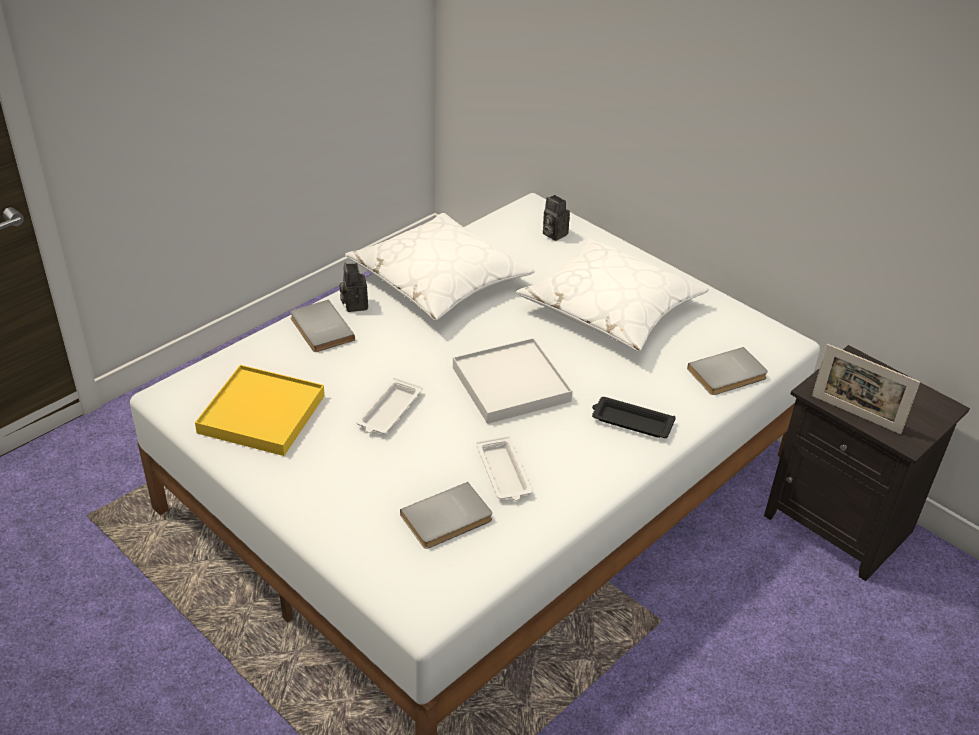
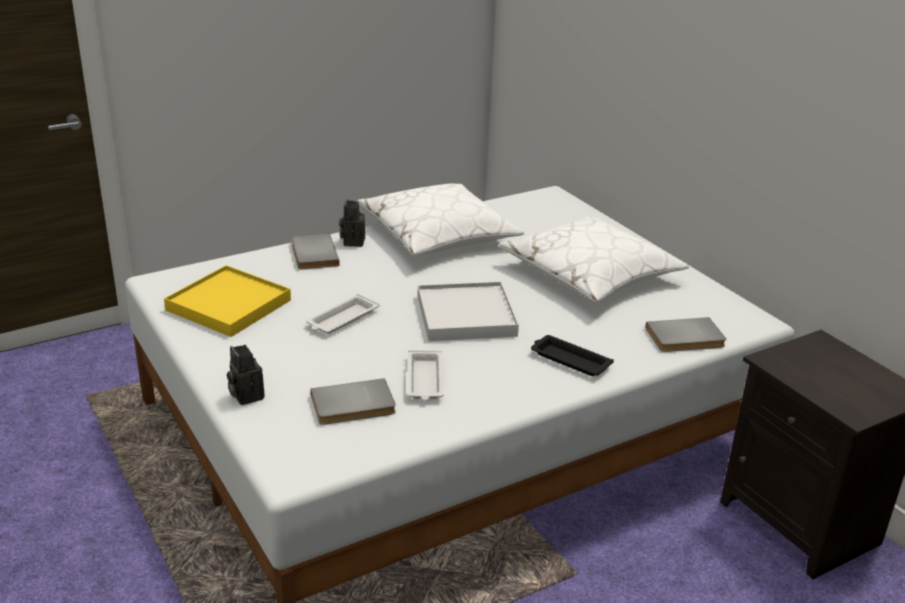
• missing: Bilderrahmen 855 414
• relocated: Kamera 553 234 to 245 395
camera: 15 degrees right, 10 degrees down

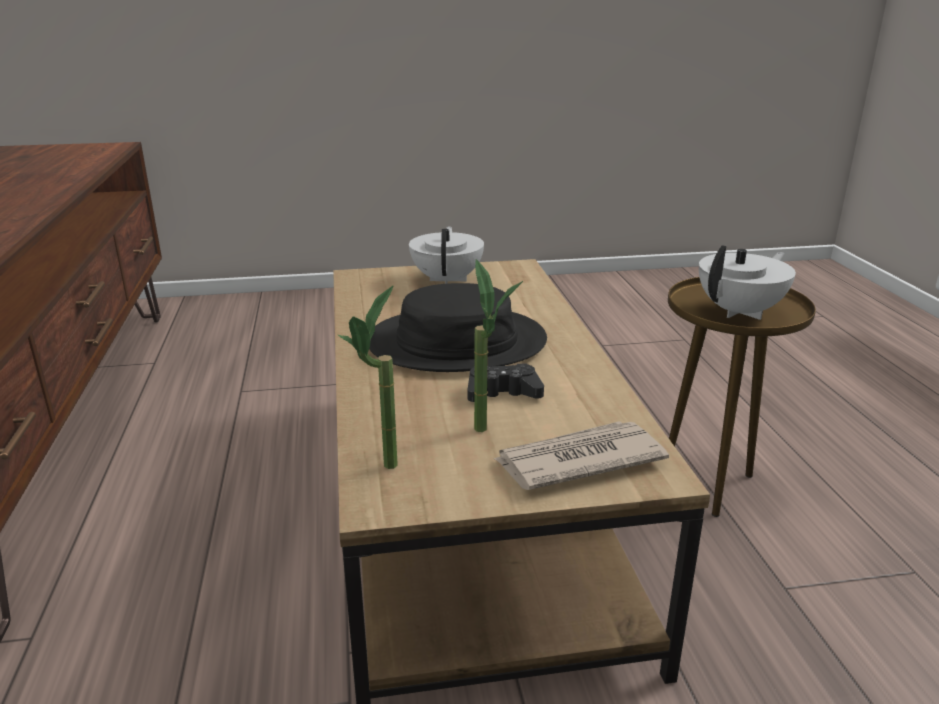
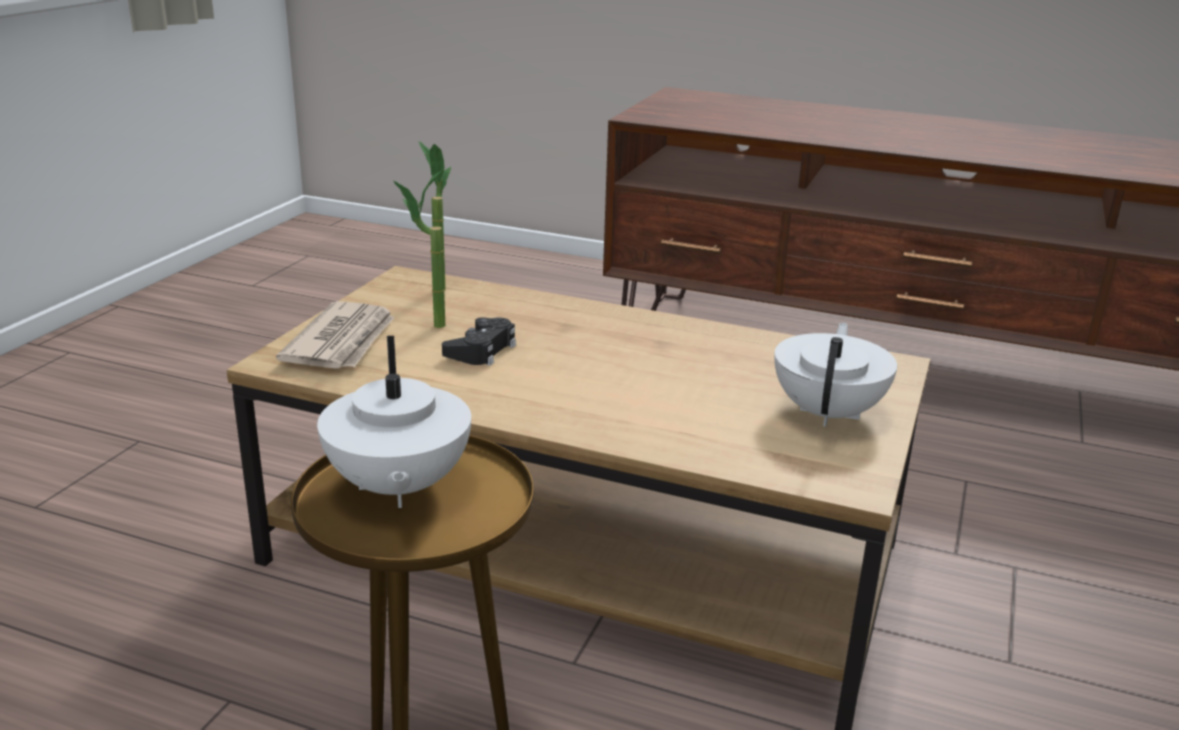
• missing: Hut (schwarz) 457 342
• spun: Teekanne (weiß) 447 280 = 829 413 105 degrees counterclockwise
camera: 120 degrees right, 0 degrees up

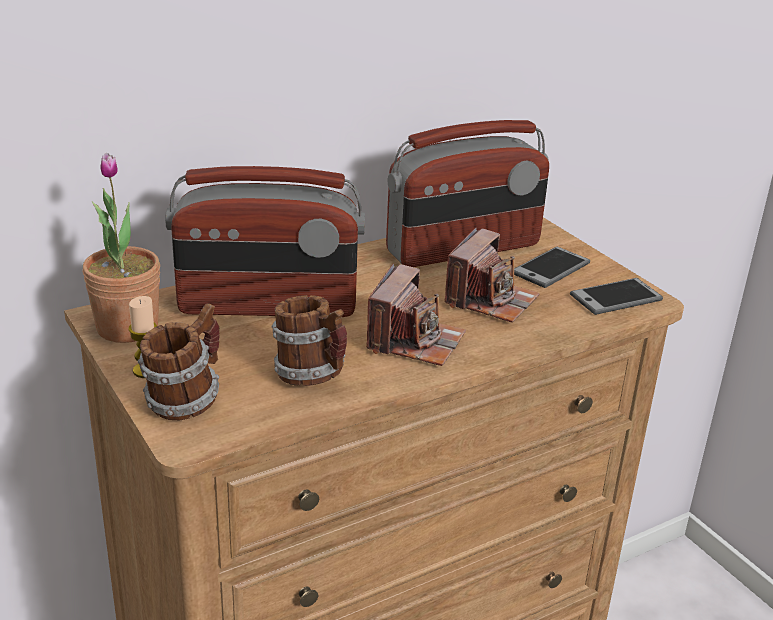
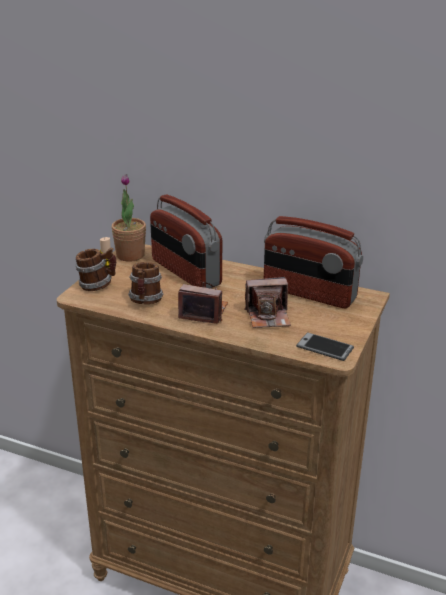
• missing: Handy 550 268
• spun: Kamera 414 341 = 204 312 150 degrees counterclockwise
camera: 55 degrees right, 0 degrees up

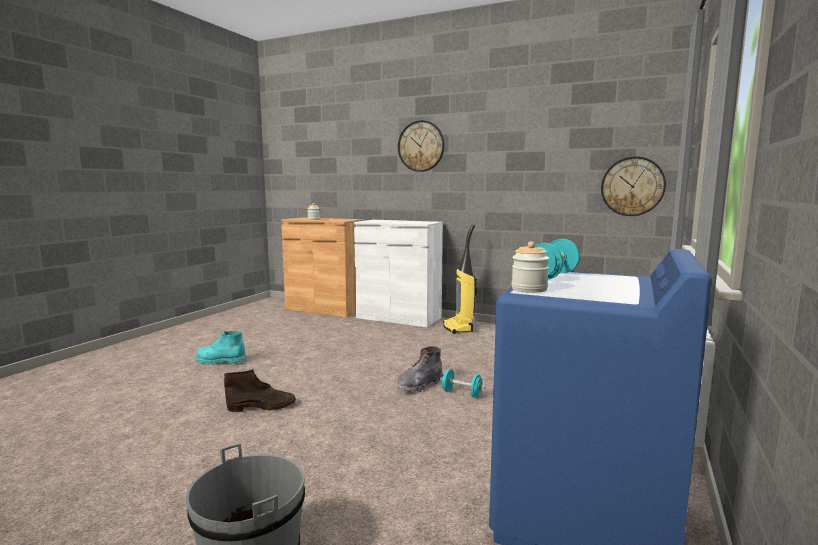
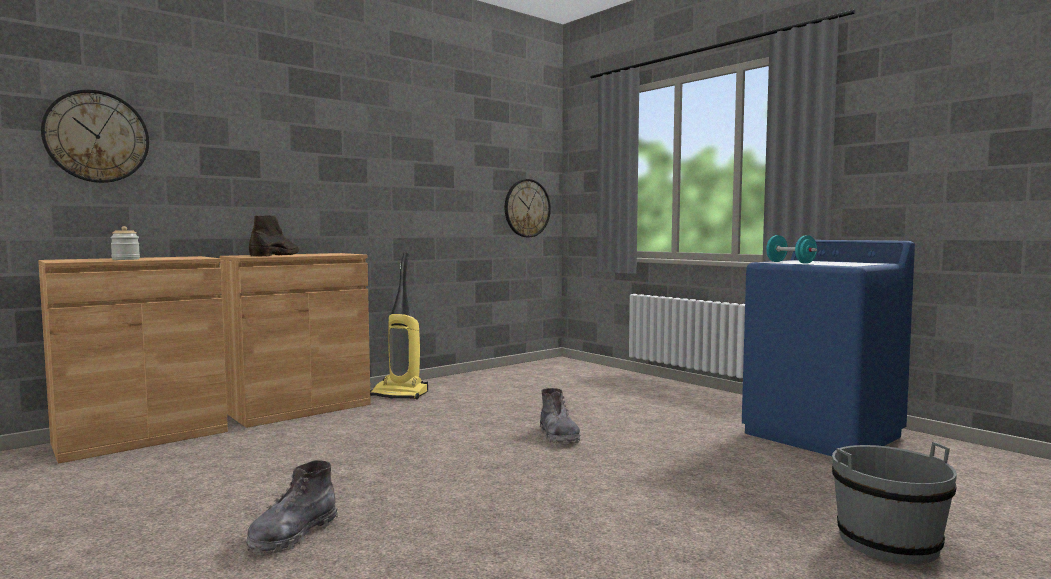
• missing: Hantel (türkis) 462 393
• missing: Vorratsglas 529 289
• relocated: Stiefel (braun) 262 406 to 275 255
• relocated: Wanduhr 421 146 to 96 137
• colour: Stiefel (türkis) 221 361 to Stiefel (grau) 293 535
• colour: Schrank (weiß) 398 318 to Schrank (braun) 300 409
camera: 65 degrees left, 5 degrees down

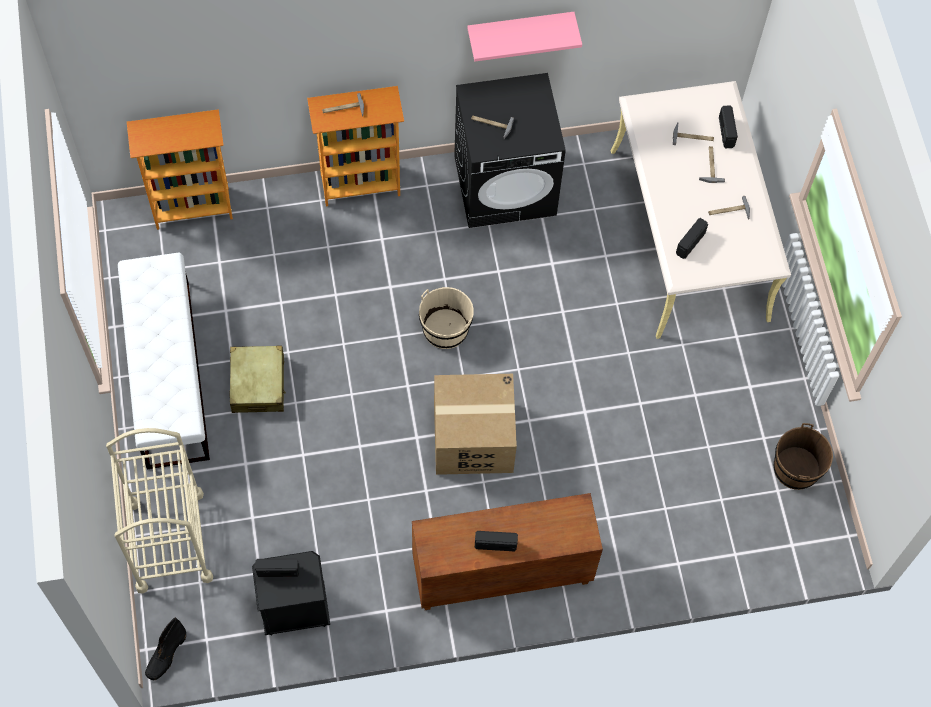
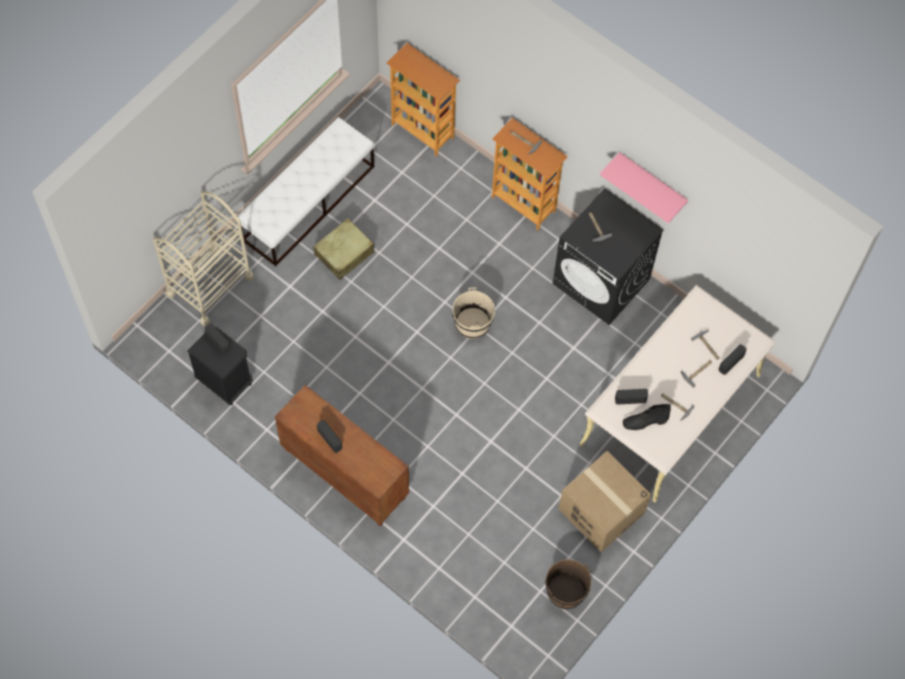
• relocated: Stiefel (schwarz) 166 654 to 644 421
• relocated: Karton 473 438 to 601 511
camera: 50 degrees right, 0 degrees up

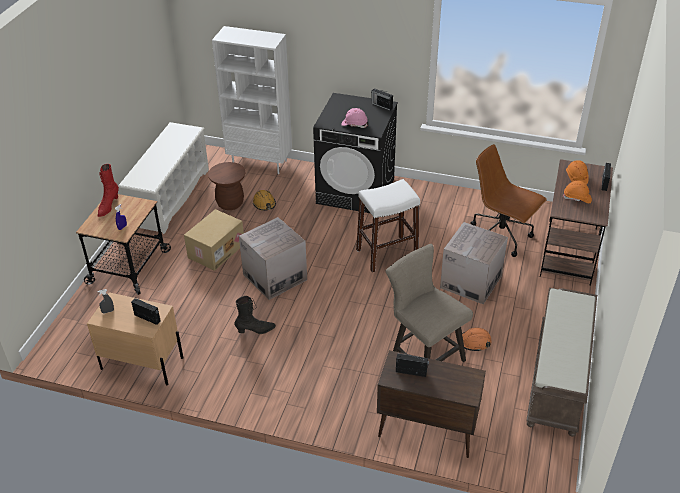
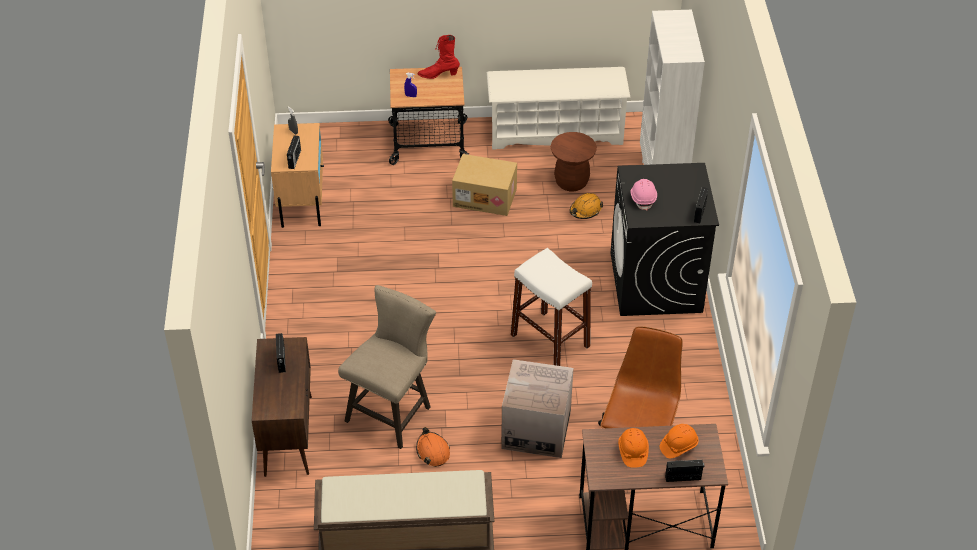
• missing: Stiefel (schwarz) 255 330
• missing: Karton 275 277
camera: 70 degrees right, 5 degrees up

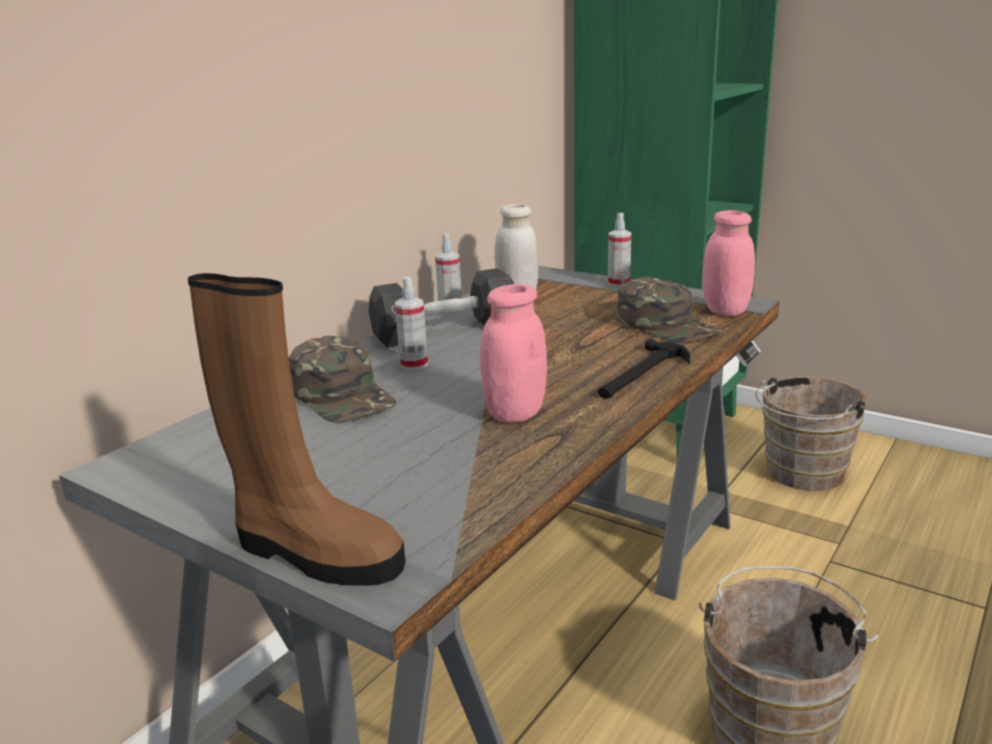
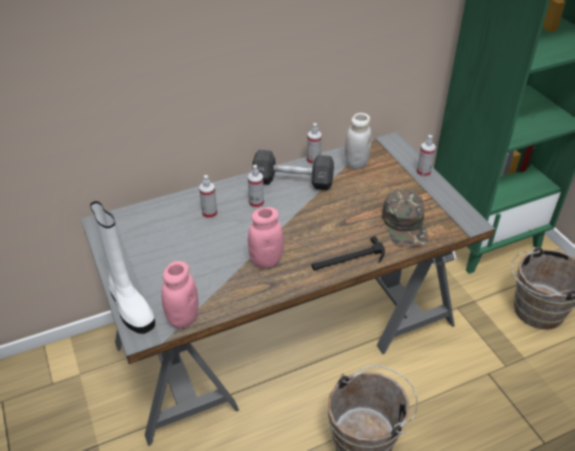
• relocated: Vorratsglas (rosa) 725 311 to 183 318
• exchanged: Kappe (grün) 343 395 to Sprühflasche 209 213
• colour: Stiefel (braun) 313 553 to Stiefel (weiß) 130 306
camera: 30 degrees right, 20 degrees up

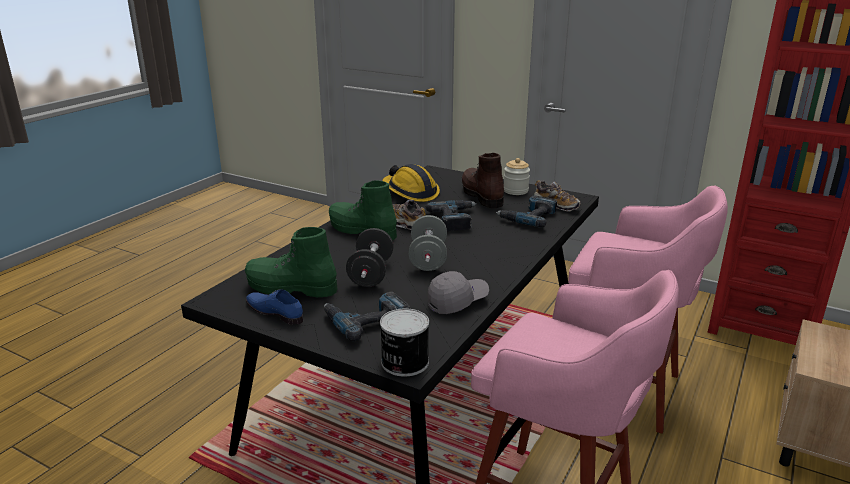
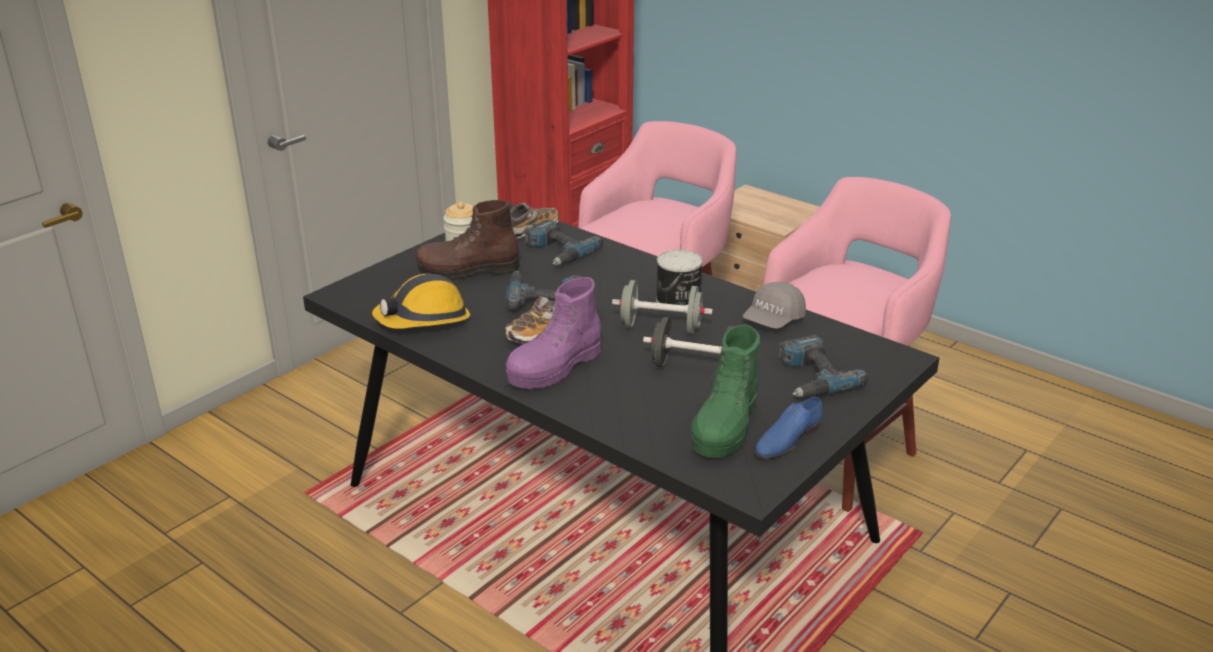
• relocated: Dose 403 362 to 678 300
• colour: Stiefel (grün) 361 231 to Stiefel (lila) 555 368
• spun: Kappe (grau) 457 301 = 773 320 120 degrees counterclockwise
camera: 80 degrees left, 5 degrees up

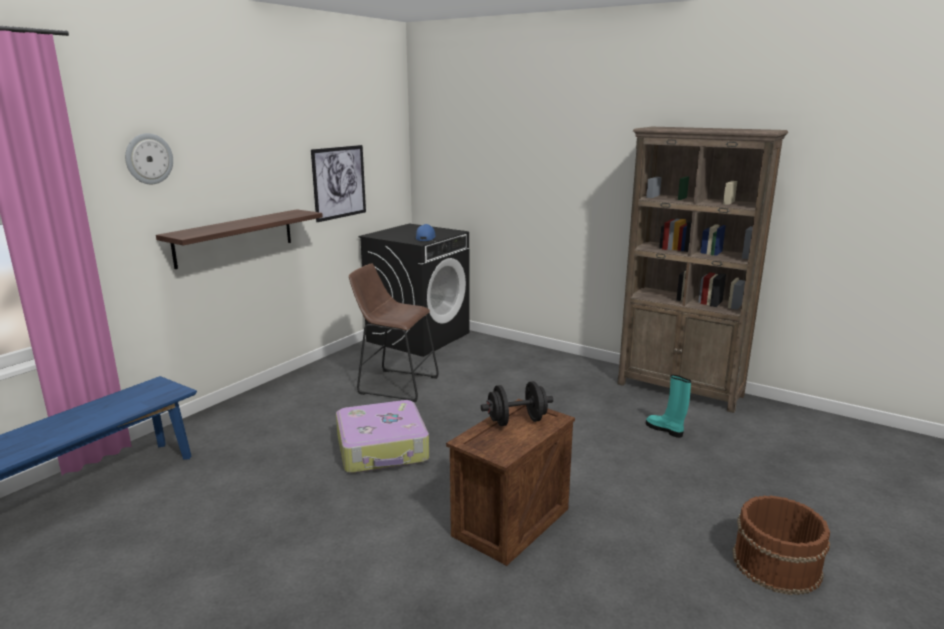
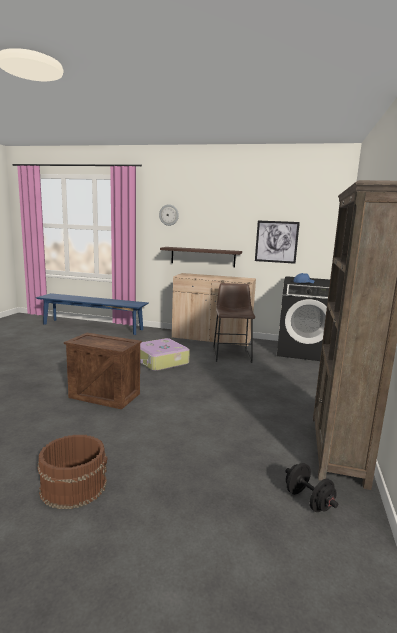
• missing: Stiefel (türkis) 665 430
• appeared: Schrank (beige) 212 338
• relocated: Hantel (schwarz) 516 421 to 308 500
camera: 70 degrees right, 5 degrees down

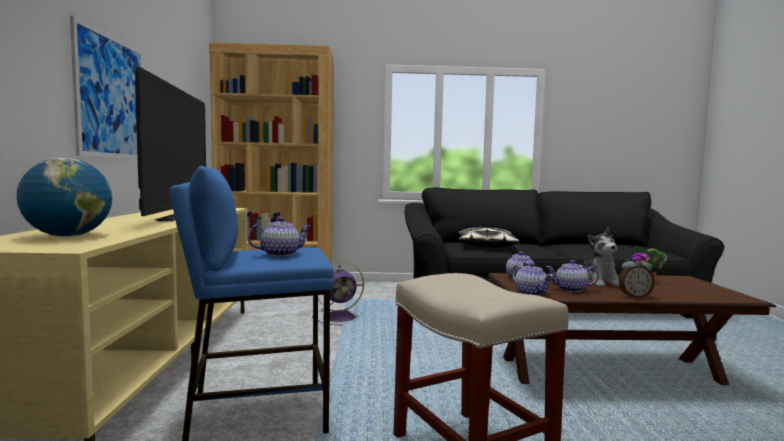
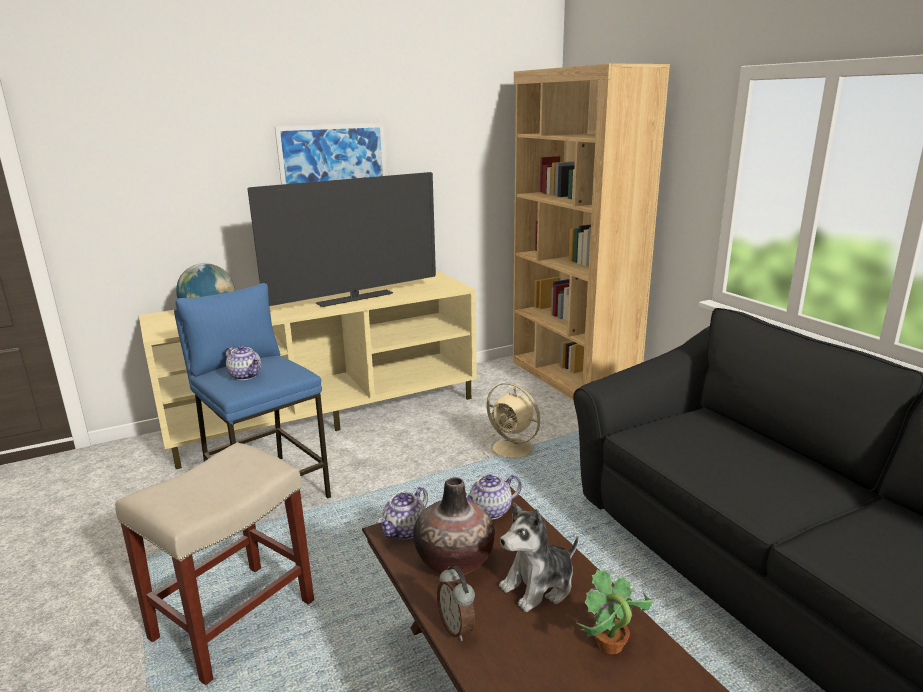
• missing: Kissen 486 246
• exchanged: Teekanne 570 289 to Vase 455 561
• colour: Ventilator (lila) 341 317 to Ventilator (beige) 514 449
camera: 65 degrees right, 15 degrees up

